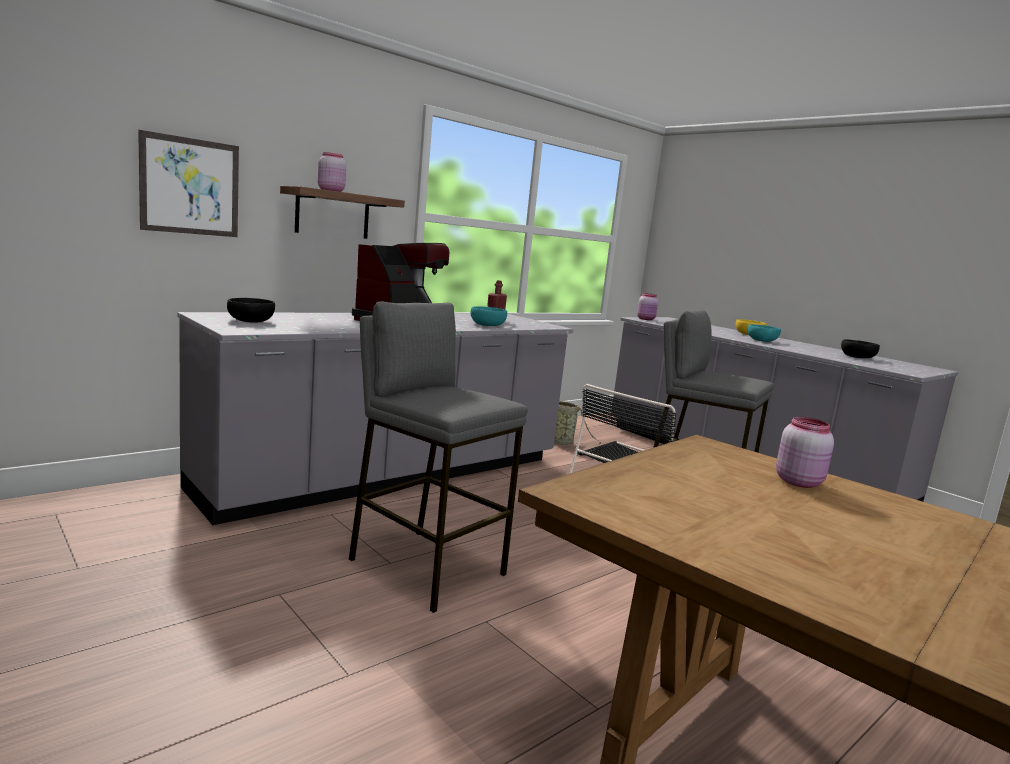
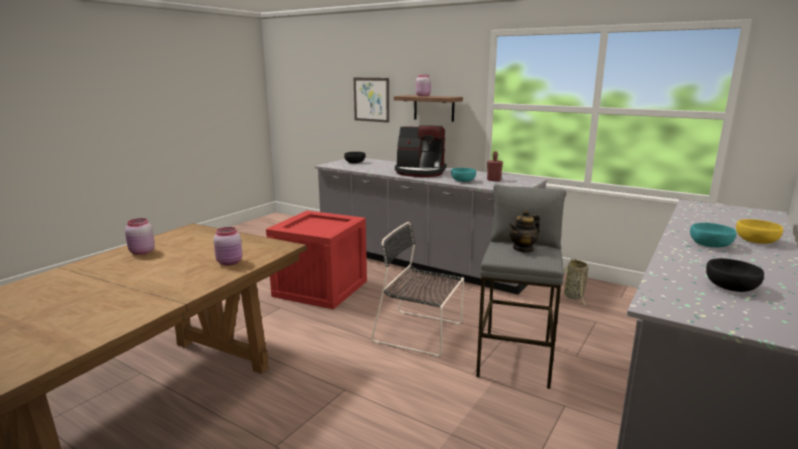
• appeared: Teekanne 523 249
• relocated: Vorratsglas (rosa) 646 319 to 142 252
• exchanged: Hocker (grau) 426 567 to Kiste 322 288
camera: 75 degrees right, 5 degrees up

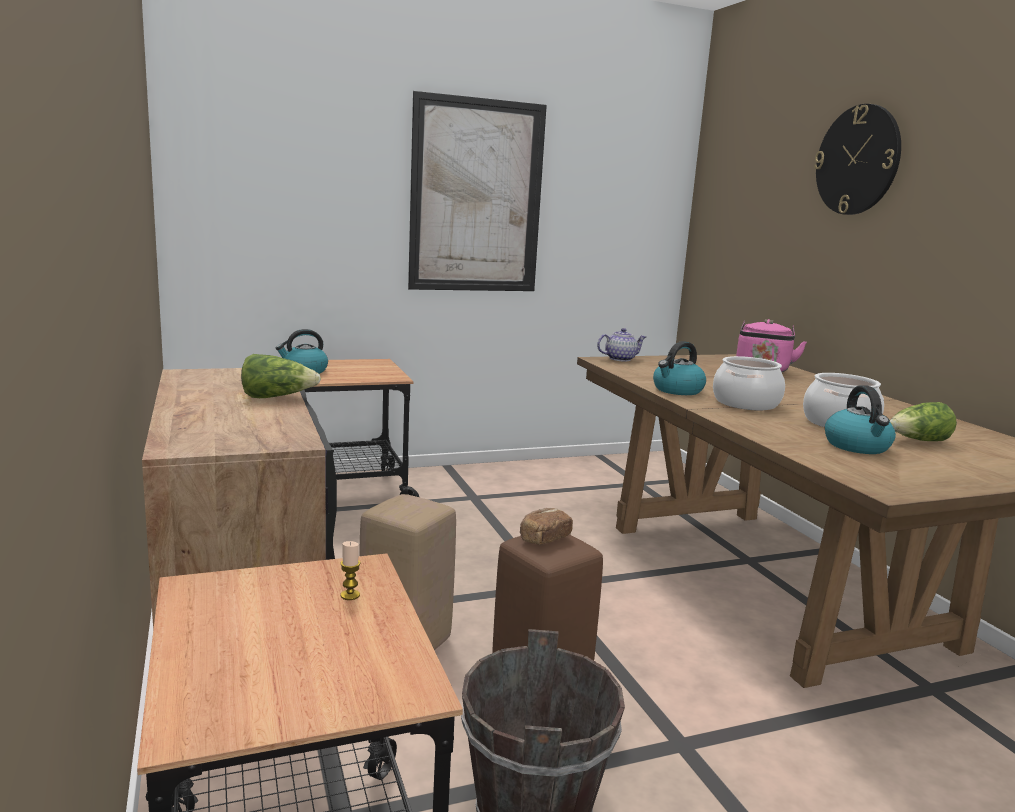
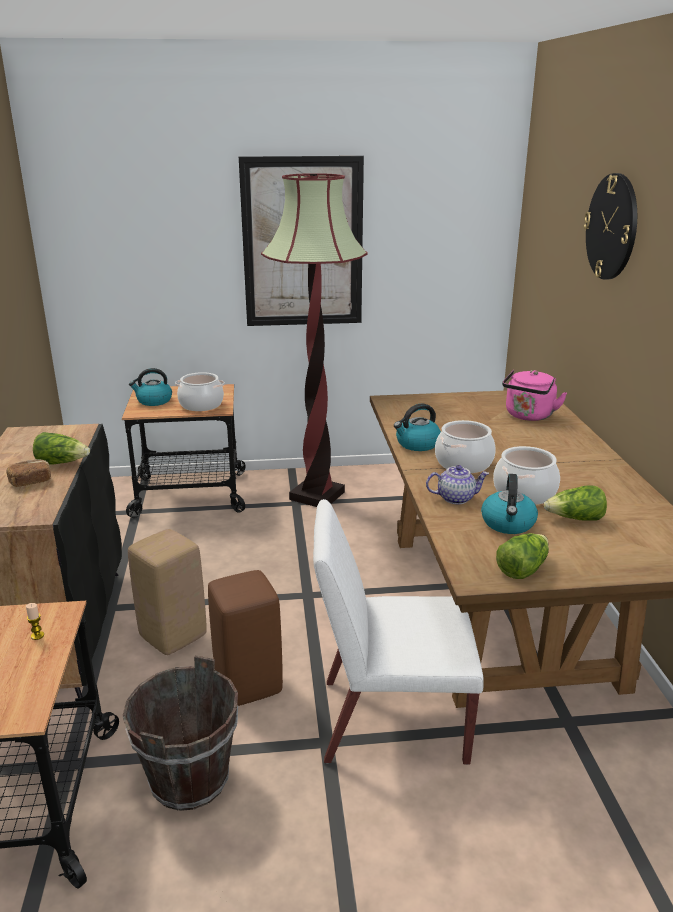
• appeared: Kochtopf 201 405
• appeared: Stehlampe 317 495
• appeared: Stuhl (weiß) 391 721
• appeared: Salatkopf 522 568
• relocated: Brot 544 538 to 31 482
• relocated: Teekanne 620 359 to 456 498
camera: 15 degrees right, 10 degrees up

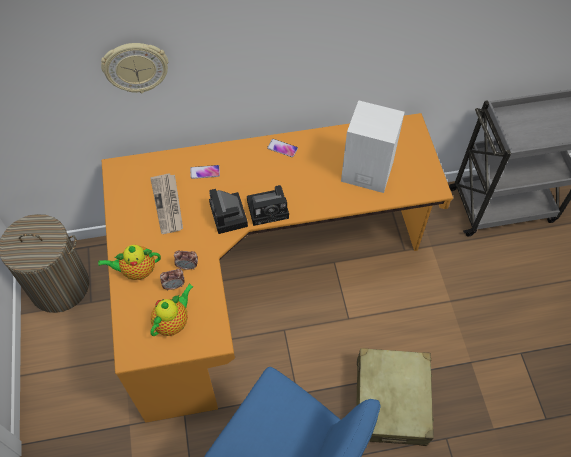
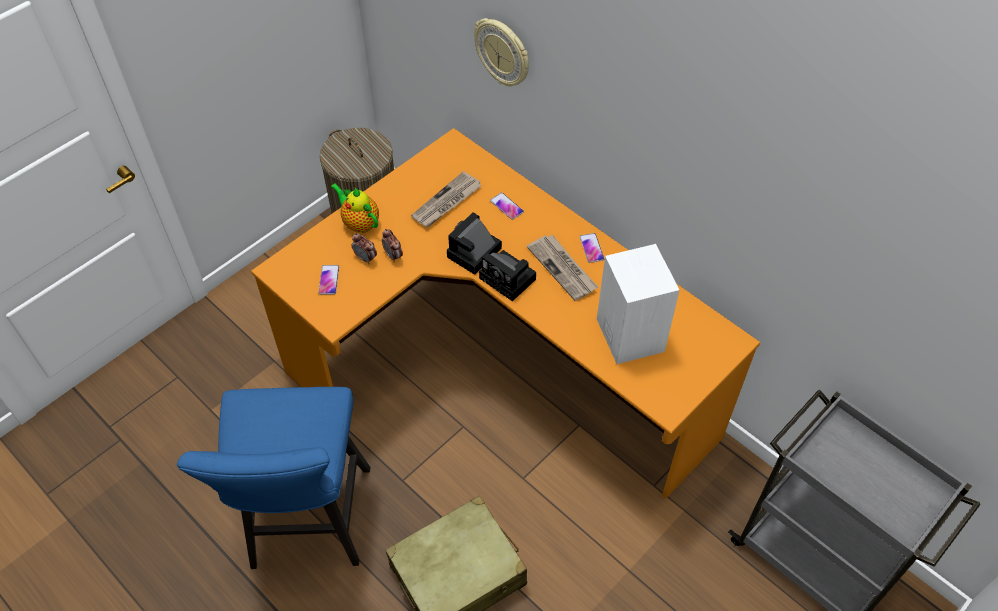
• appeared: Zeitung 563 268
• exchanged: Teekanne 173 322 to Handy 329 280
camera: 55 degrees right, 5 degrees down

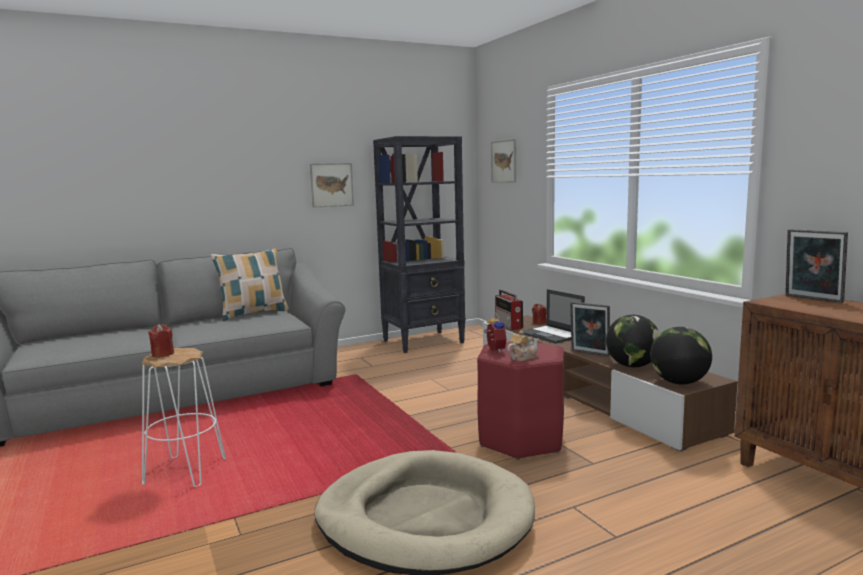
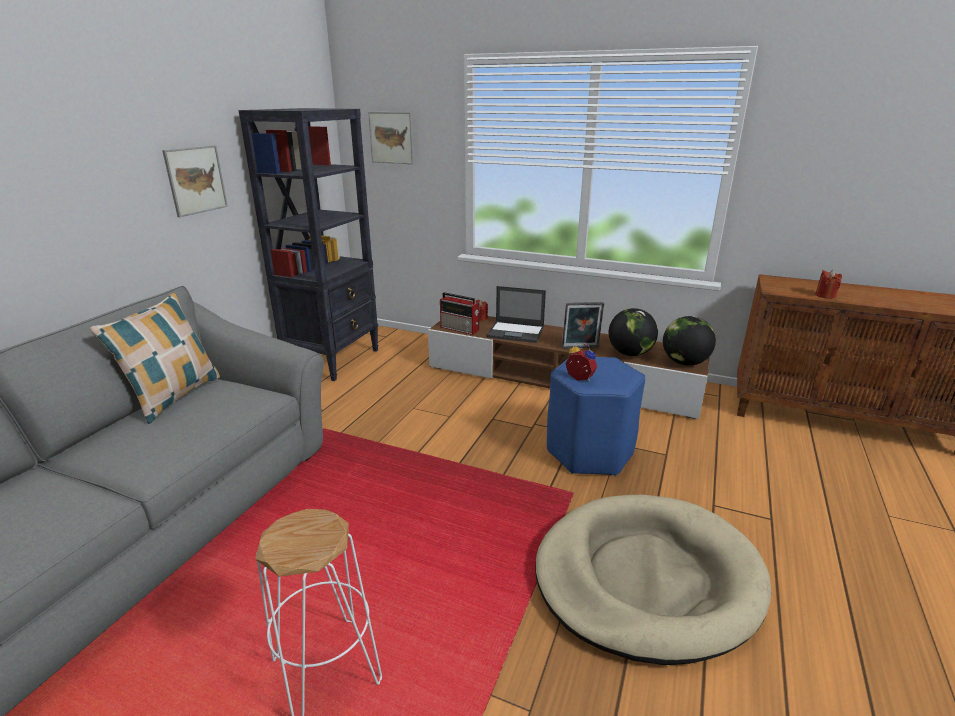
• missing: Teekanne 522 357
• missing: Bilderrahmen 812 299
• relocated: Kerze (rot) 163 354 to 825 295
• colour: Hocker (rot) 521 440 to Hocker (blau) 589 452
camera: 40 degrees left, 15 degrees up

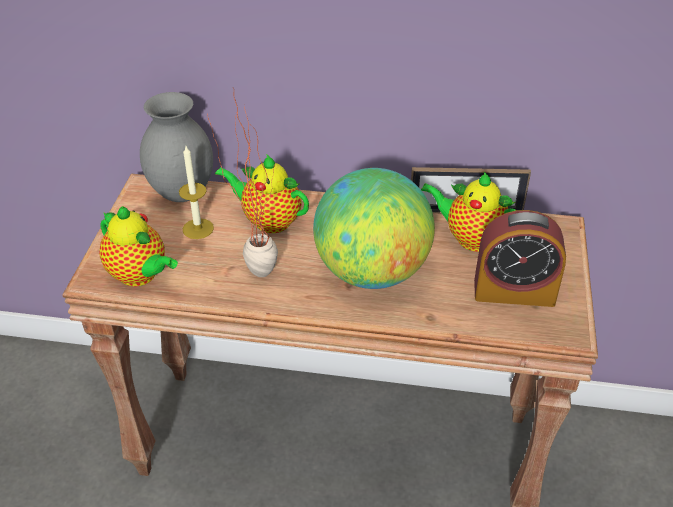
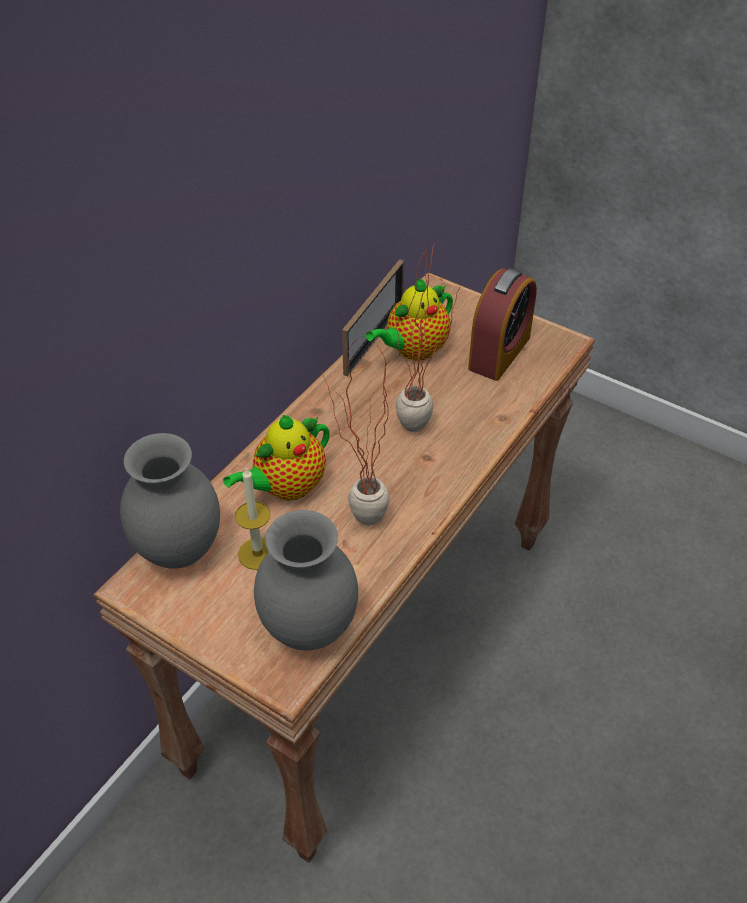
• exchanged: Teekanne 140 276 to Vase (grau) 308 630
• exchanged: Globus 372 272 to Topfpflanze 419 434
camera: 65 degrees left, 5 degrees up

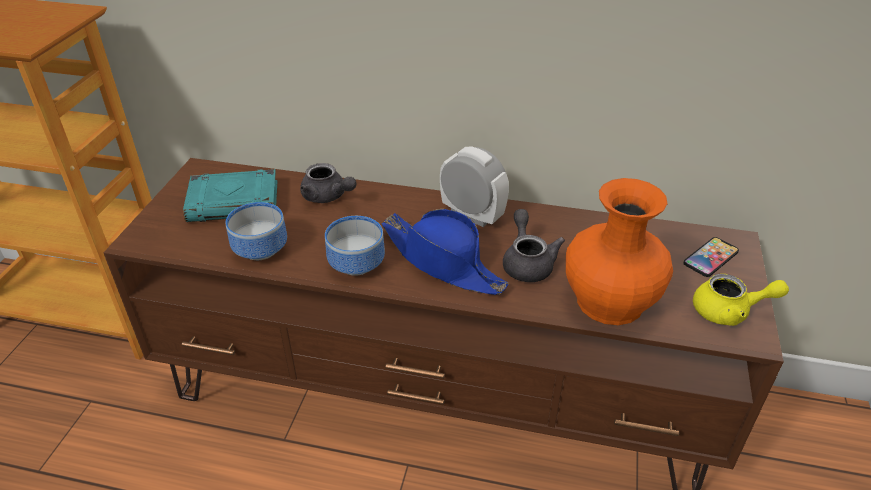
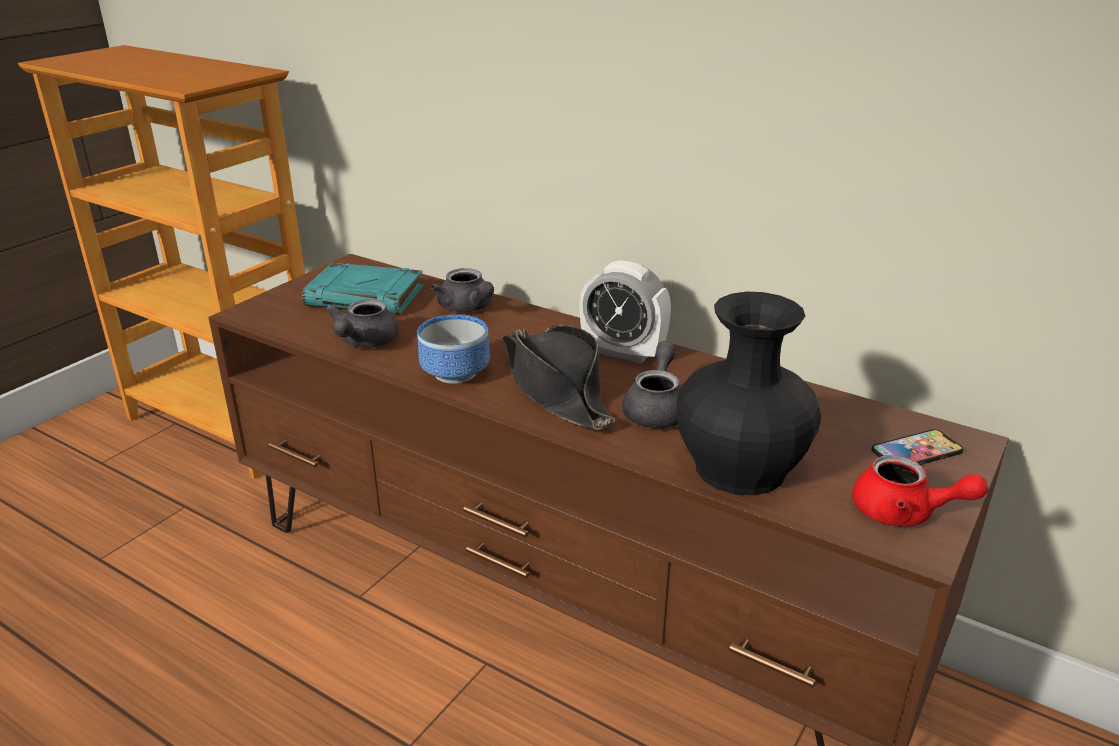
• exchanged: Schüssel 262 250 to Teekanne (grau) 364 343
• colour: Hut (blau) 443 261 to Hut (schwarz) 556 389
• colour: Vase (orange) 611 302 to Vase (schwarz) 741 469
• colour: Teekanne (gelb) 729 312 to Teekanne (rot) 904 513
• spun: Wecker 472 215 = 623 352 150 degrees clockwise
camera: 20 degrees right, 10 degrees down

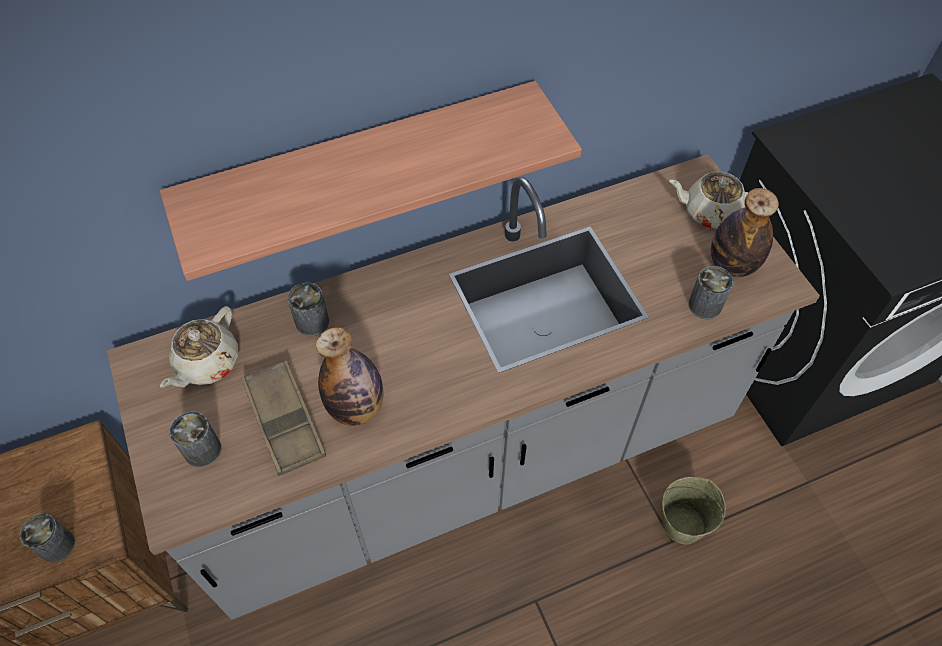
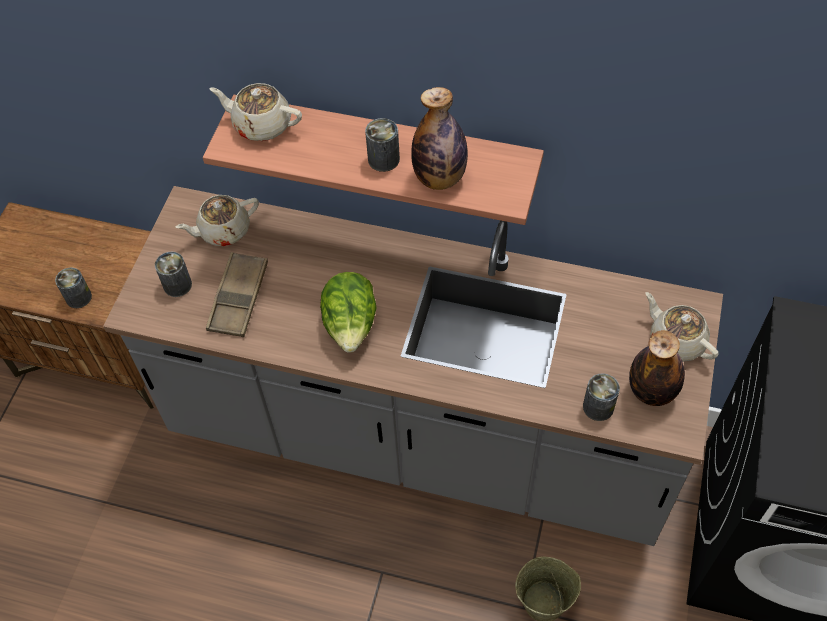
• appeared: Teekanne (beige) 261 125
• appeared: Salatkopf 351 326
• relocated: Dose 312 322 to 383 159
• relocated: Flasche 356 407 to 439 178
camera: 40 degrees right, 0 degrees up

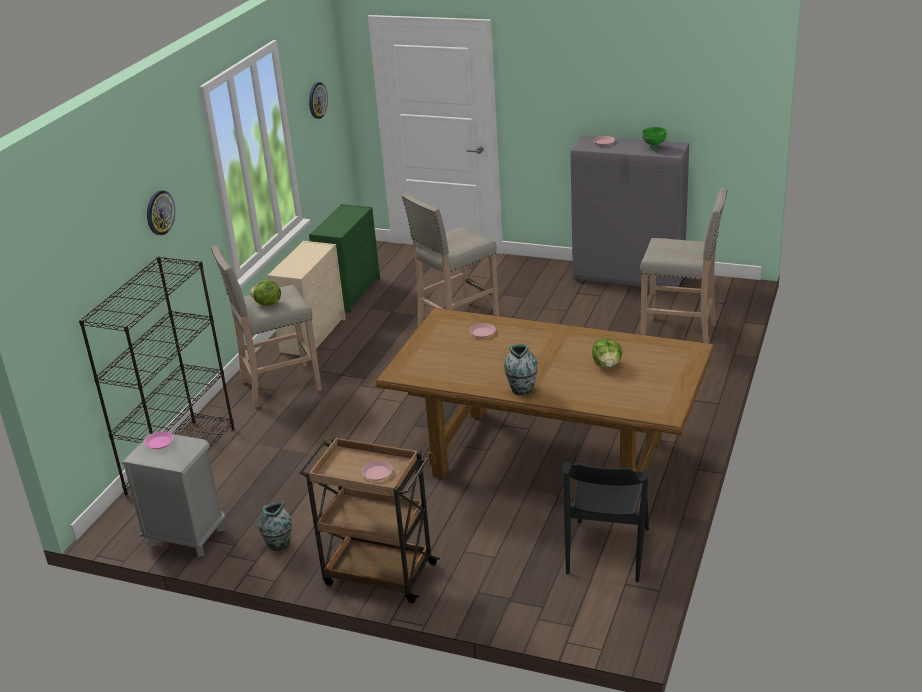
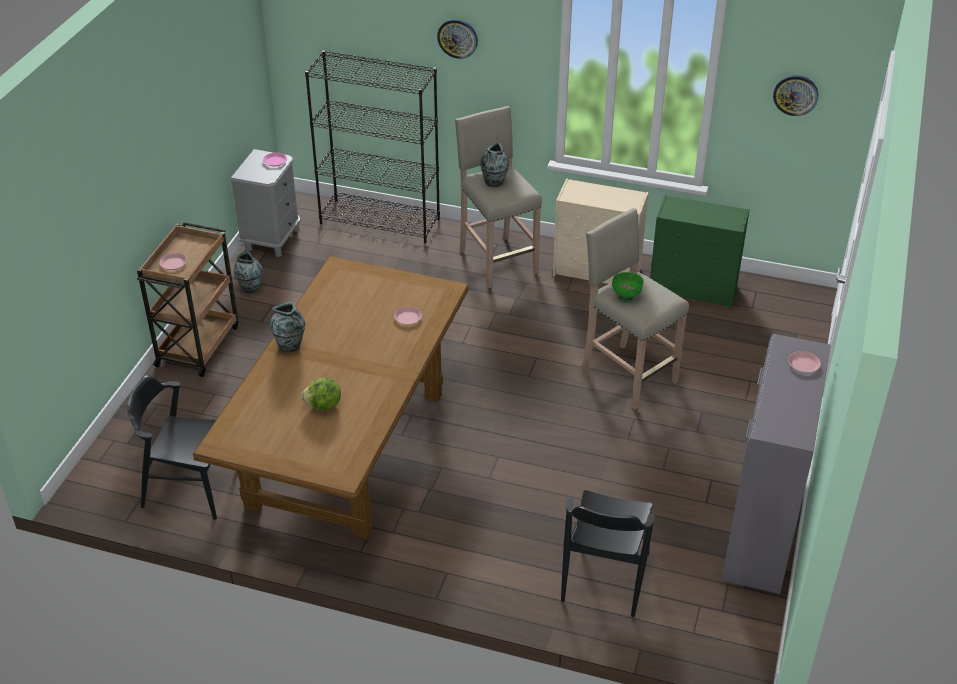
• relocated: Schüssel (grün) 653 148 to 626 298
• exchanged: Salatkopf 267 304 to Vase 494 182
• exchanged: Hocker (beige) 680 334 to Stuhl (schwarz) 605 577
camera: 85 degrees right, 10 degrees up

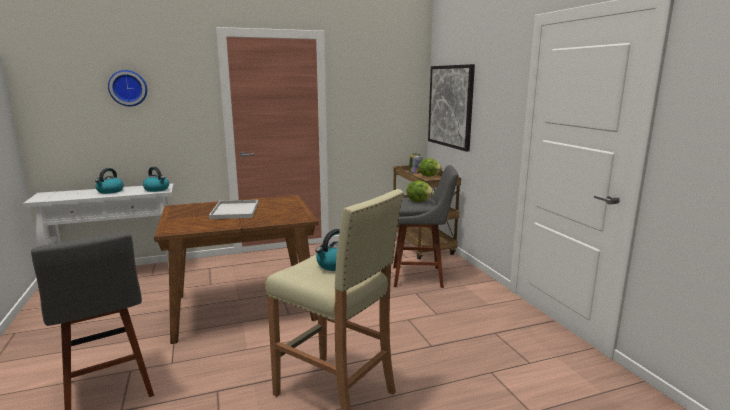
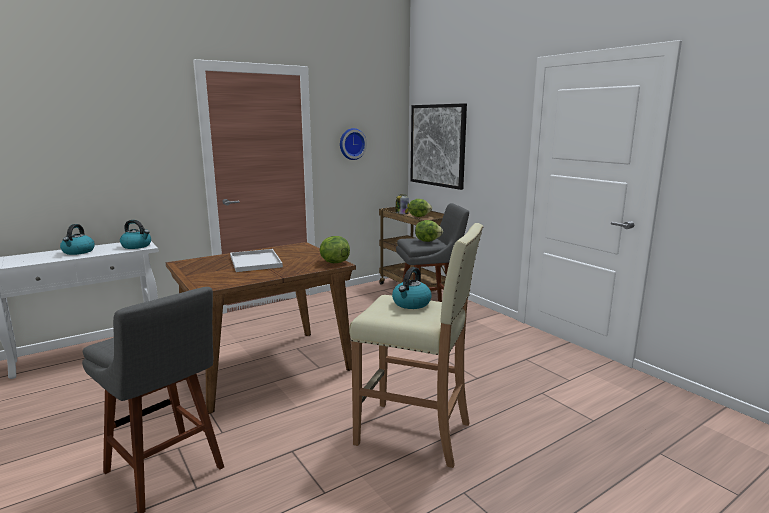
• appeared: Salatkopf 334 262
• relocated: Wanduhr 128 88 to 351 144
camera: 15 degrees left, 0 degrees up

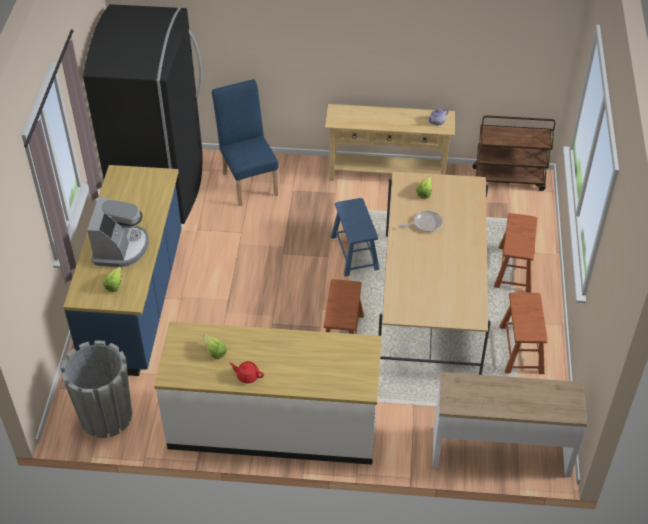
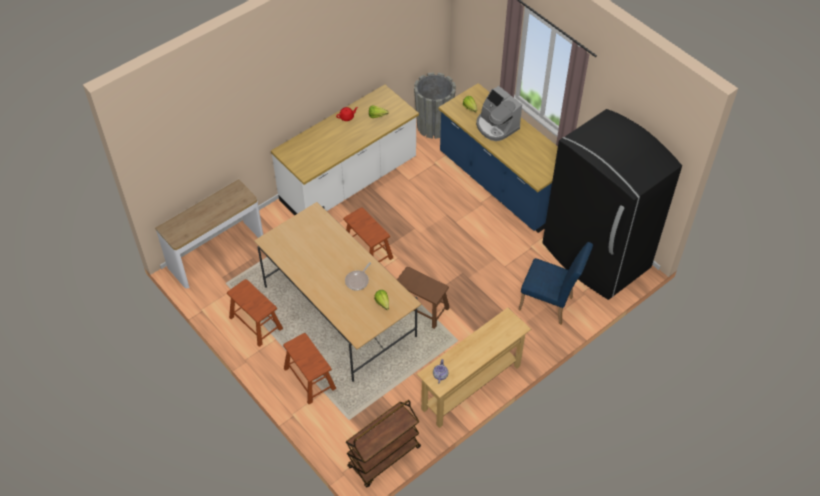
• colour: Hocker (blau) 354 253 to Hocker (braun) 421 308
camera: 135 degrees right, 5 degrees up

